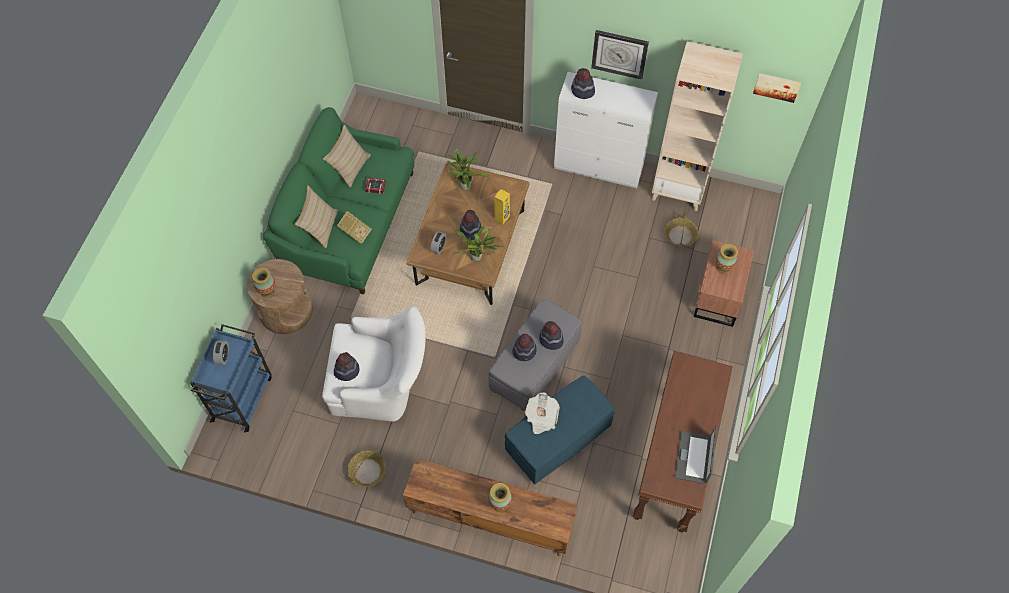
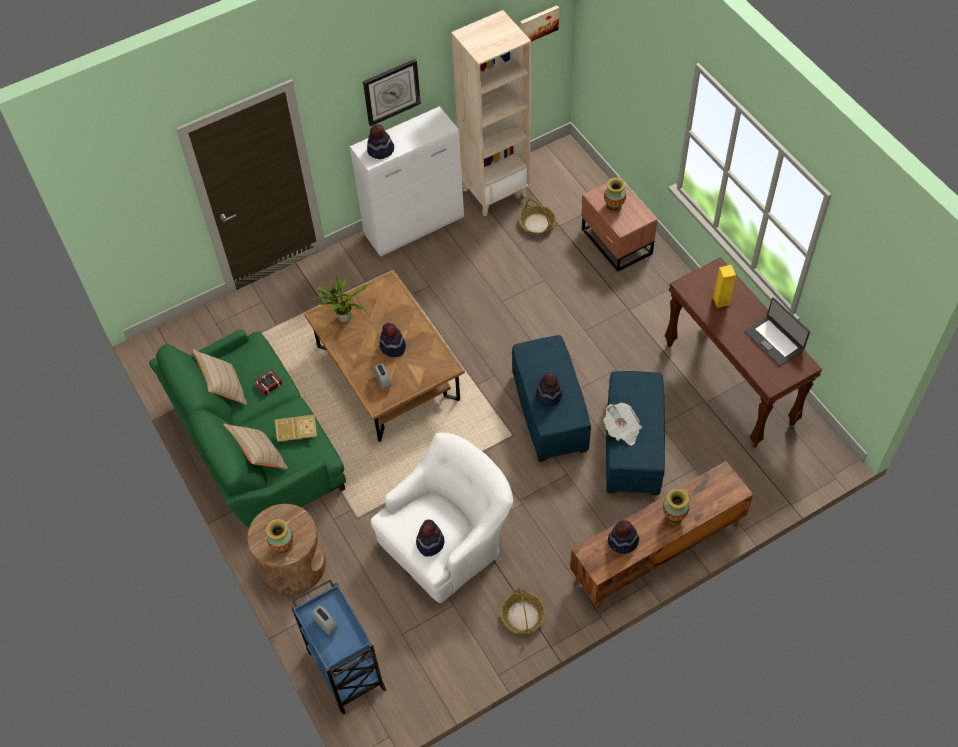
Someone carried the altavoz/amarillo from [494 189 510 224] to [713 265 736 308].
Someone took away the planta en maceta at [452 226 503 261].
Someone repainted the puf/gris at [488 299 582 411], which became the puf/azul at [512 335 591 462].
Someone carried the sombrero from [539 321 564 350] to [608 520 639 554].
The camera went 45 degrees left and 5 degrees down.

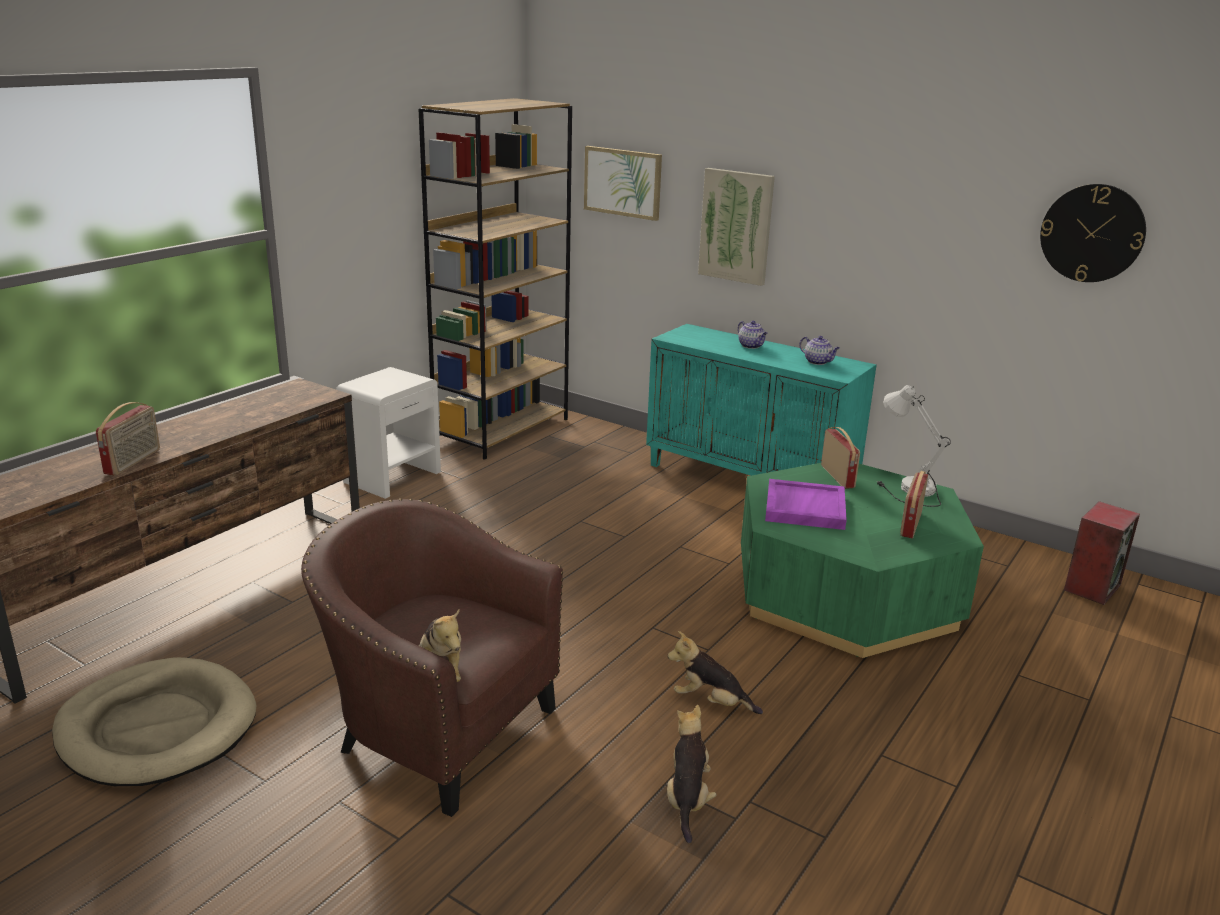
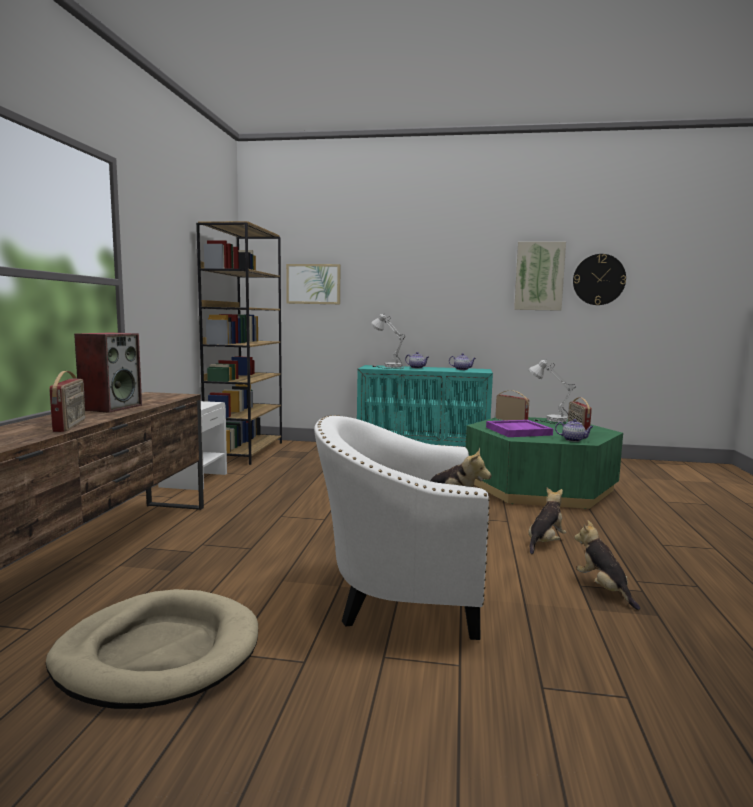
Someone carried the cuadro from [698 168 775 286] to [514 242 566 311].
Someone repainted the sillón/marrón at [301 499 563 817], which became the sillón/blanco at [314 415 490 640].
Someone carried the altavoz from [1064 501 1140 605] to [74 332 142 413].
Someone rotated the peluche at [667 631 763 714] by 135 degrees clockwise.
Someone put down the lámpara de mesa/blanco at [371 313 405 369].
Someone put down the tetera at [555 419 594 442].
The camera went 25 degrees left and 15 degrees down.

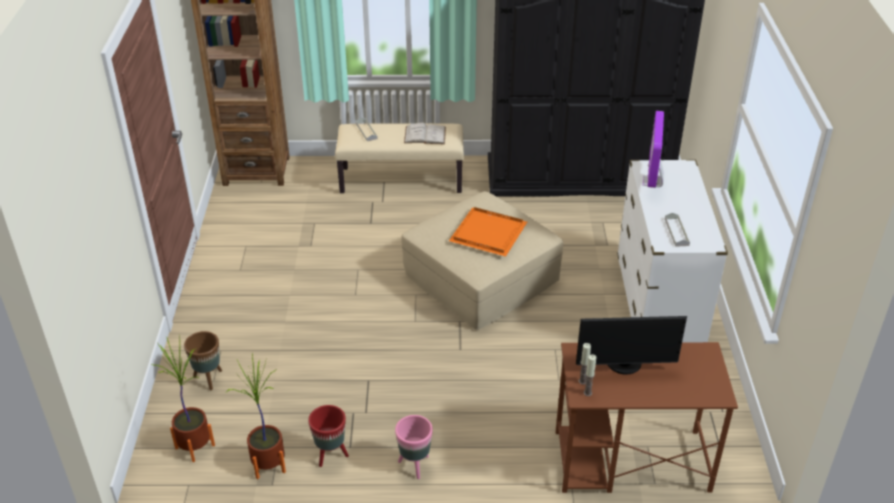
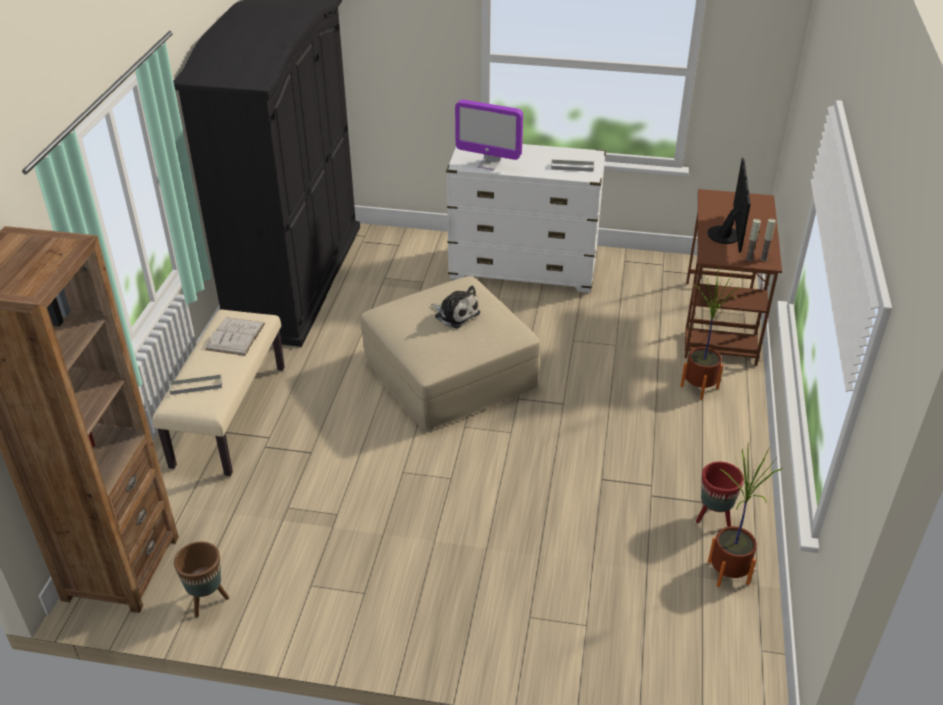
Someone swapped the bandeja/naranja at [449 207 527 257] for the peluche at [431 285 480 329].
Someone carried the maceta/marrón from [184 331 222 390] to [174 541 229 617].
Someone carried the planta en maceta from [152 336 215 462] to [681 267 739 400].
Someone took away the maceta/rosa at [395 415 433 479].
The camera went 80 degrees left and 0 degrees up.

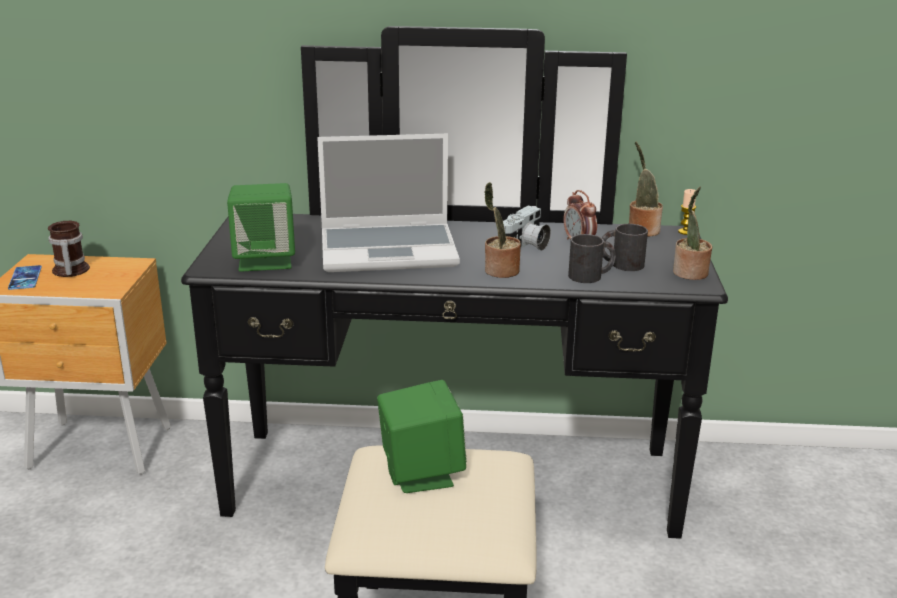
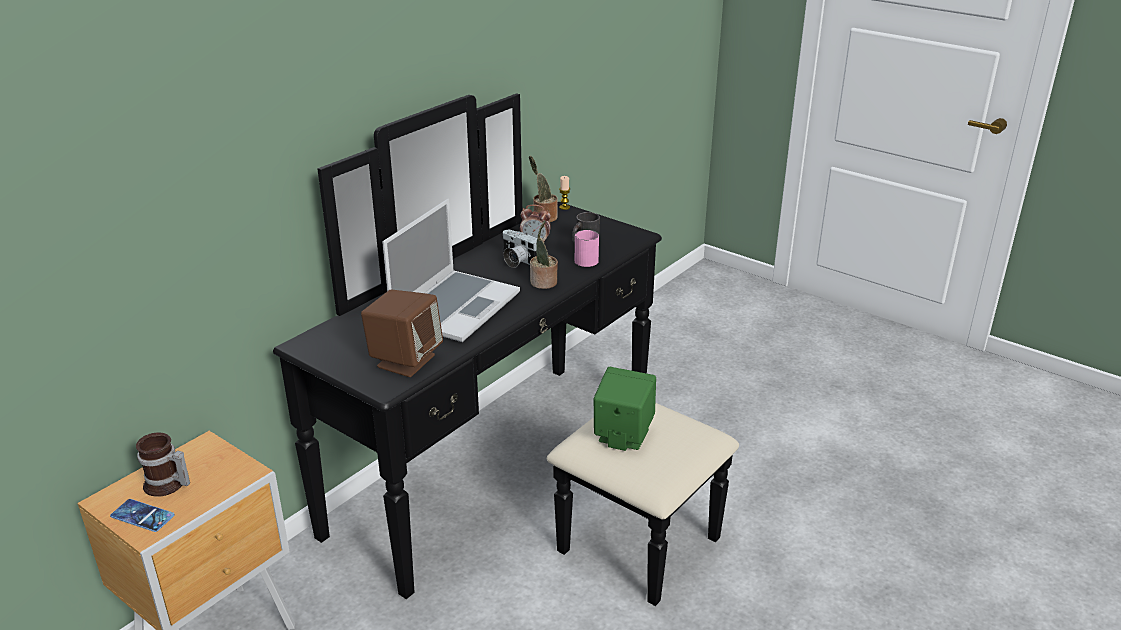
Someone repainted the altavoz/verde at [227 183 295 272], which became the altavoz/marrón at [361 290 443 377].
Someone took away the planta en maceta at [673 186 712 280].
Someone rotated the cámara at [503 206 551 251] by 150 degrees clockwise.
Someone repainted the taza grande/negro at [568 234 616 283], which became the taza grande/rosa at [575 230 599 267].
The camera went 55 degrees left and 5 degrees up.

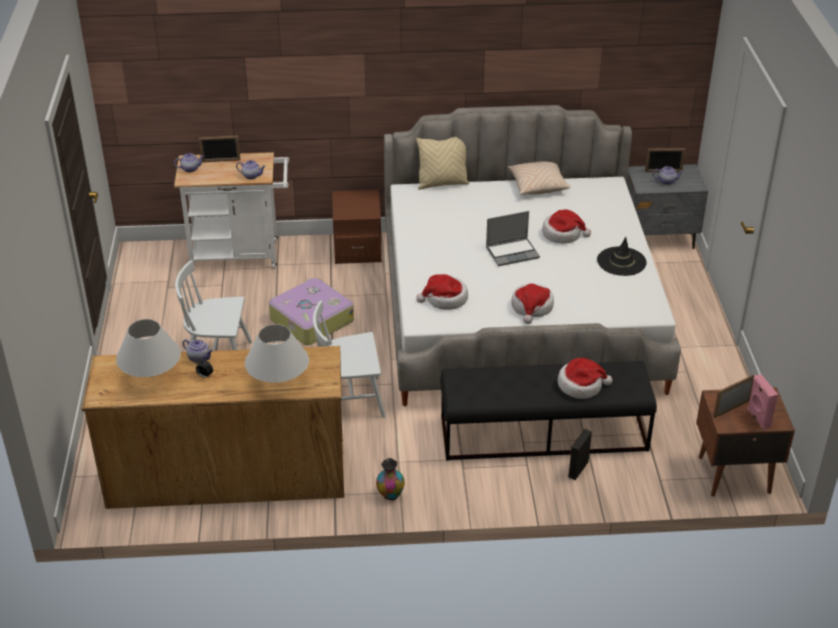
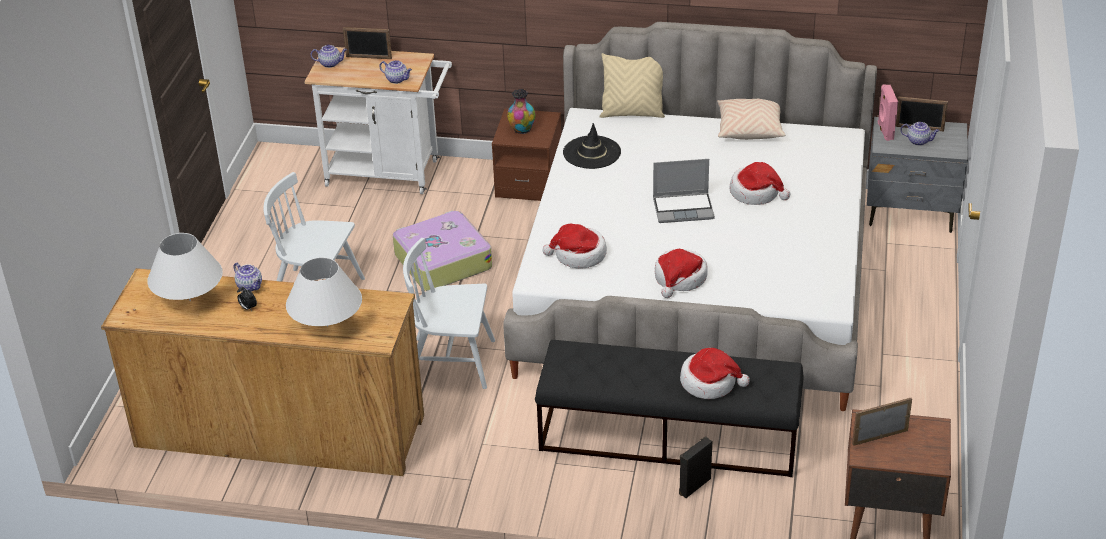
Someone carried the sombrero/negro from [597 237 647 276] to [563 123 621 169].
Someone carried the altavoz/rosa from [747 374 778 430] to [877 84 898 141].
Someone carried the florero from [376 458 405 500] to [507 89 536 134].
The camera went 15 degrees right and 0 degrees up.

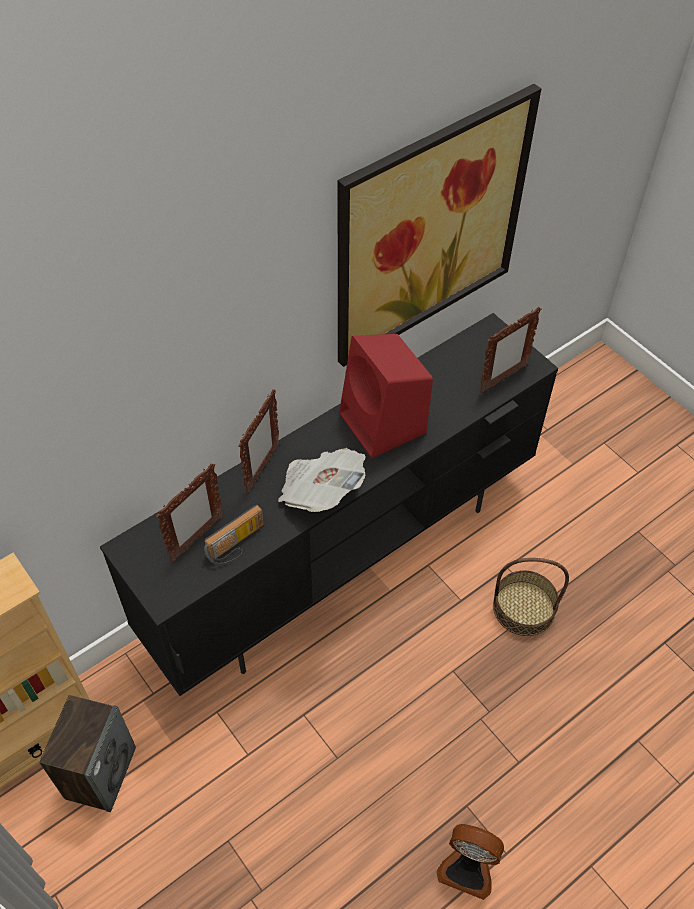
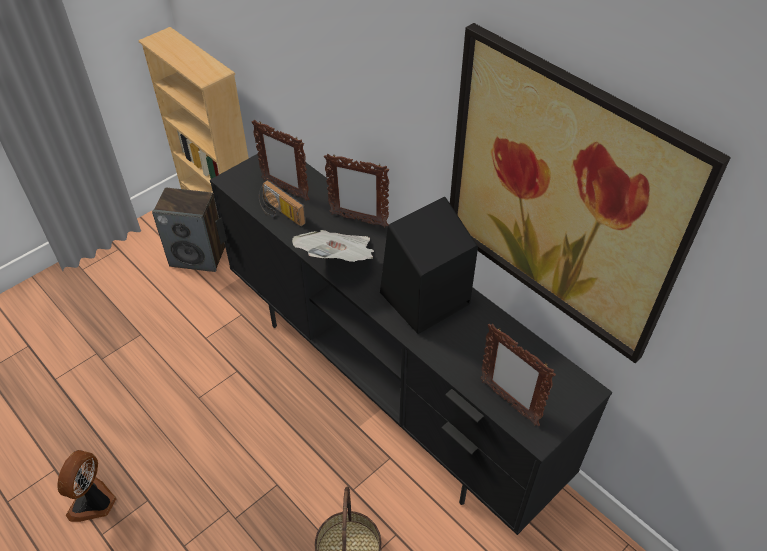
Someone repainted the altavoz/rojo at [339 334 433 458], which became the altavoz/negro at [380 197 478 334].
The camera went 85 degrees right and 5 degrees down.

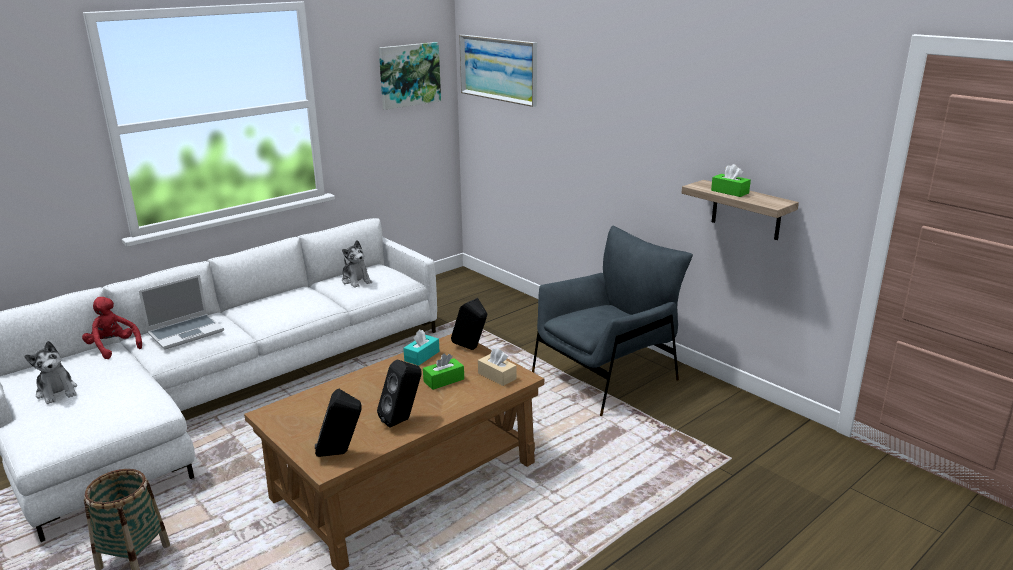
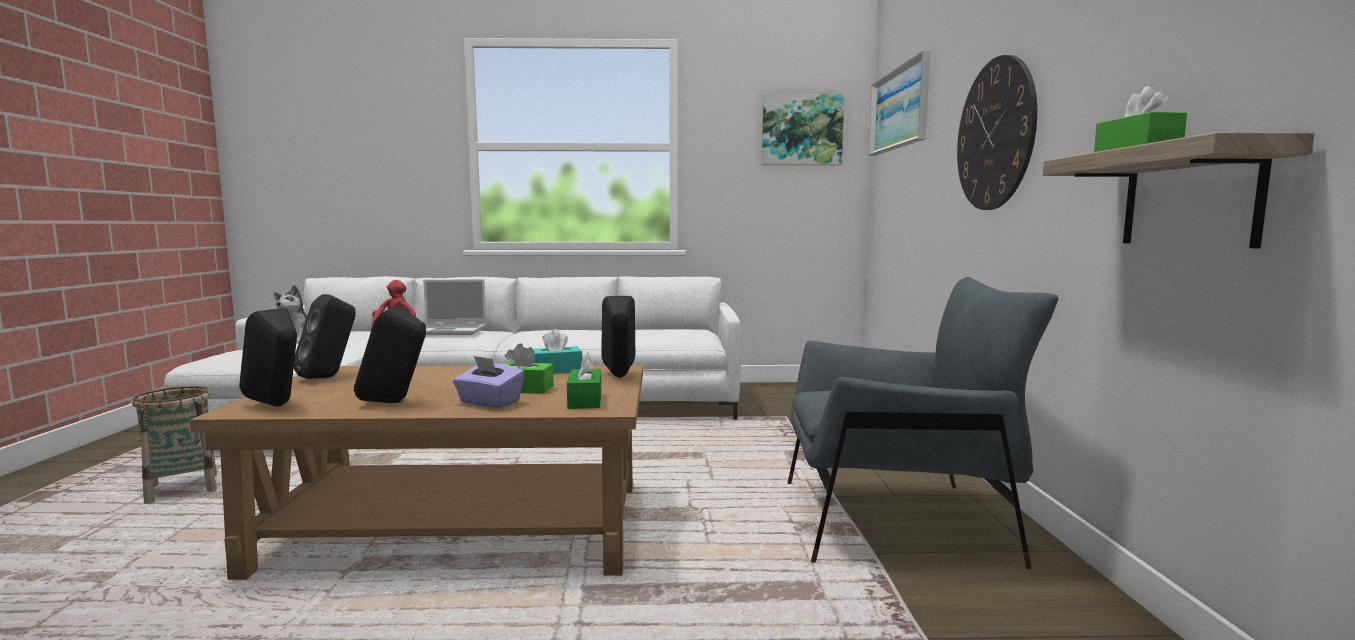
Someone took away the peluche at [342 240 372 288].
Someone repainted the caja de pañuelos/beis at [478 348 517 386], which became the caja de pañuelos/verde at [567 351 601 409].
Someone put up the reloj de pared at [957 55 1037 210].
Someone put down the altavoz/negro at [294 294 356 379].
Someone put down the caja de pañuelos/morado at [453 356 525 408].
The camera went 40 degrees right and 15 degrees down.

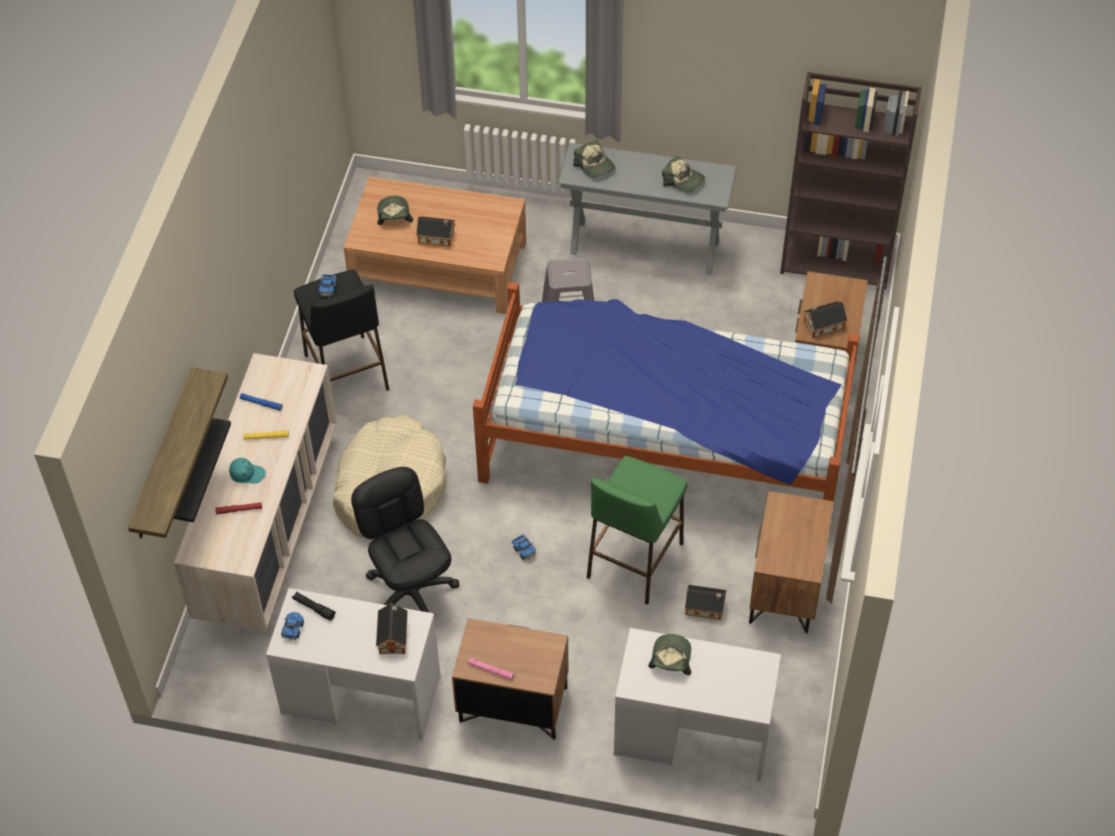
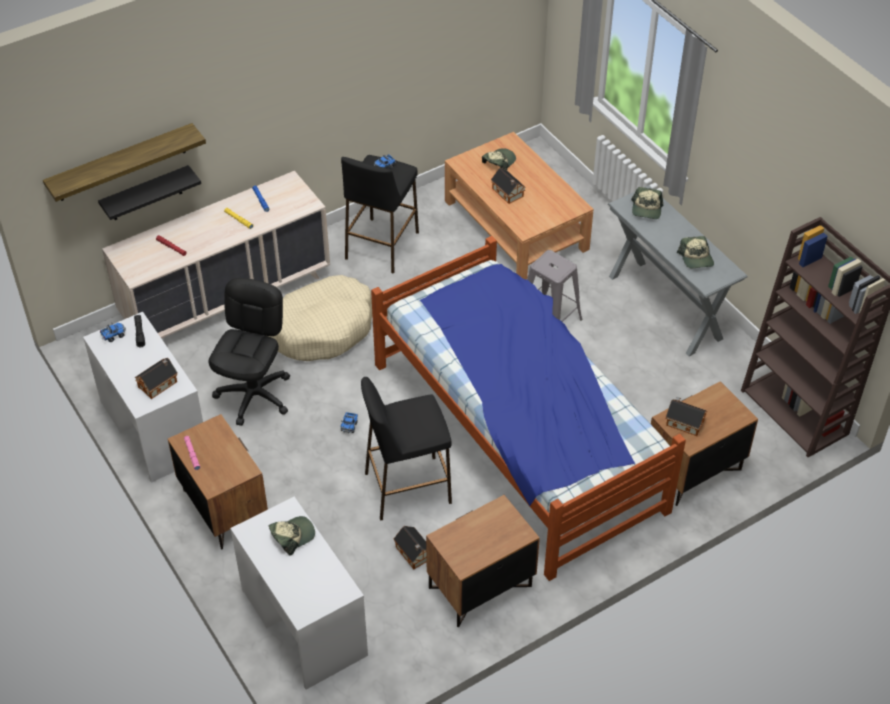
Someone repainted the taburete/verde at [587 456 687 605], which became the taburete/negro at [361 377 452 521].
Someone took away the gorra/turquesa at [229 458 266 483].
The camera went 45 degrees right and 5 degrees down.

